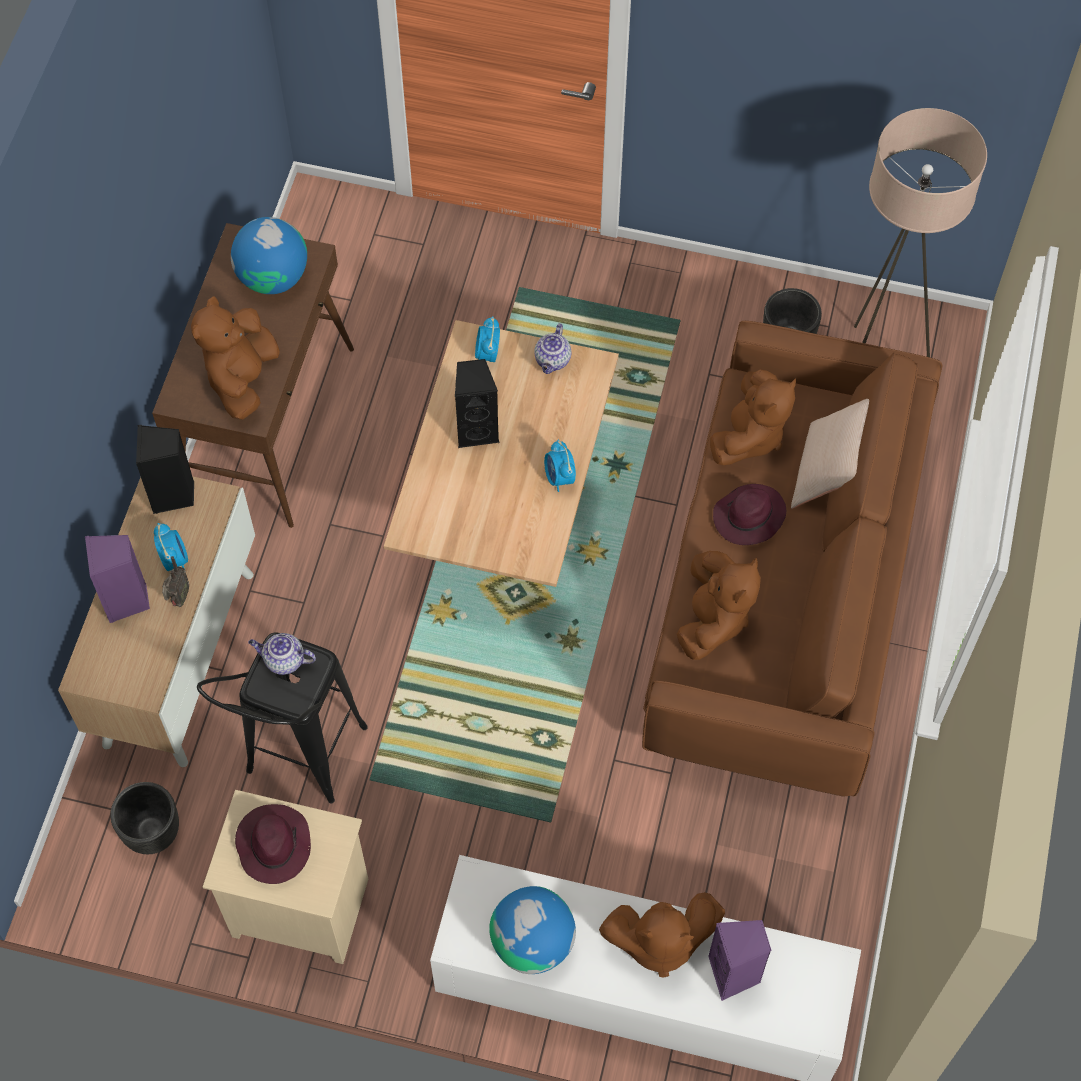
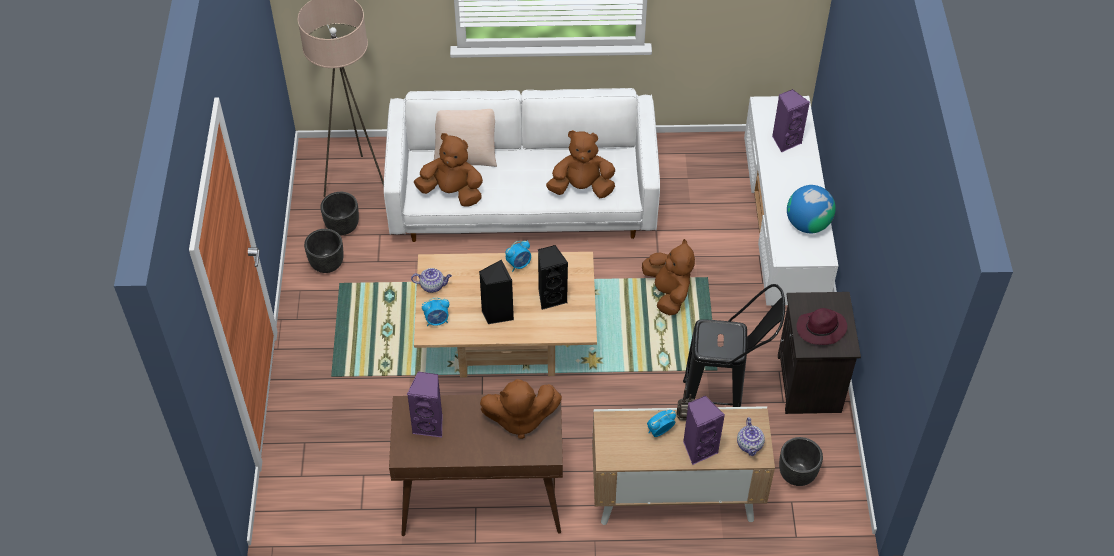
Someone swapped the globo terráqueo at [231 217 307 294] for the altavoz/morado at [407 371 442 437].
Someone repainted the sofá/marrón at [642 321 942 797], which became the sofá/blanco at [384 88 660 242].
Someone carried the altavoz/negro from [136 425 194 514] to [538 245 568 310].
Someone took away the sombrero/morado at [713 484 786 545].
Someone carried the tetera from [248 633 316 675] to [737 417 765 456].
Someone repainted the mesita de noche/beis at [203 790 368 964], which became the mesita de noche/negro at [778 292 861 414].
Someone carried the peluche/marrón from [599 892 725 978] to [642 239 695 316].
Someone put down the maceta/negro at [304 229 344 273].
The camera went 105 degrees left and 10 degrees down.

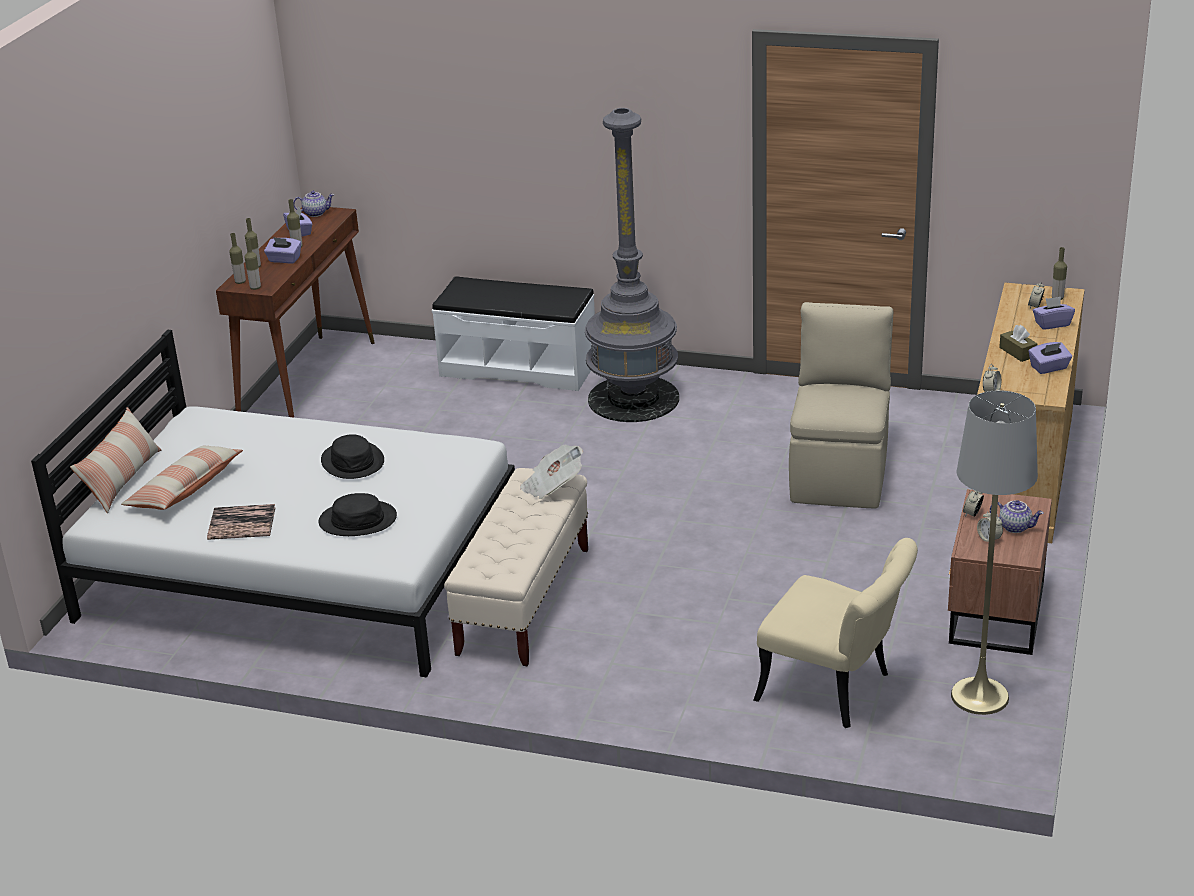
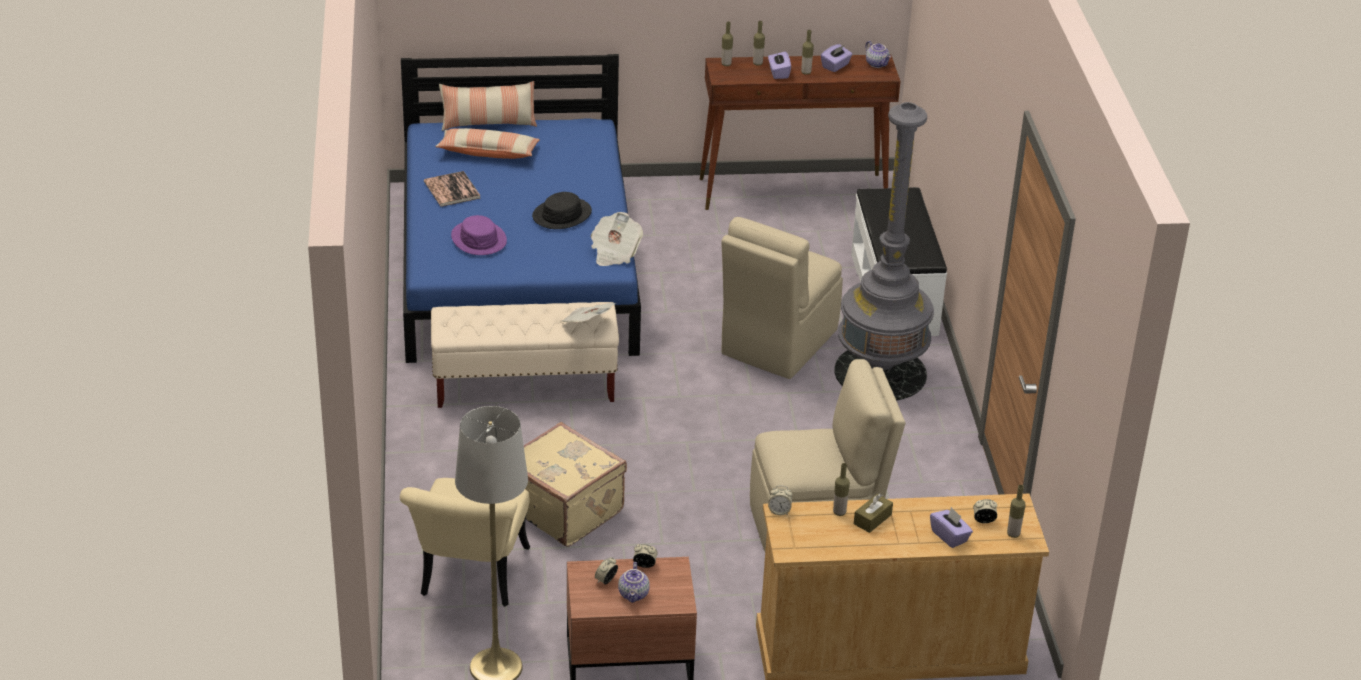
Someone carried the botella from [244 238 261 290] to [833 463 850 516].
Someone repainted the cama/blanco at [31 330 515 678], which became the cama/azul at [401 54 641 363].
Someone took away the caja de pañuelos/morado at [1029 342 1072 374].
Someone repainted the sombrero/negro at [319 493 397 536], which became the sombrero/morado at [451 215 507 255].
Someone put down the periódico at [591 212 643 266].
Someone put down the silla/beis at [721 217 843 379].
Someone put down the maleta/beis at [524 422 627 547].
The camera went 65 degrees right and 5 degrees up.

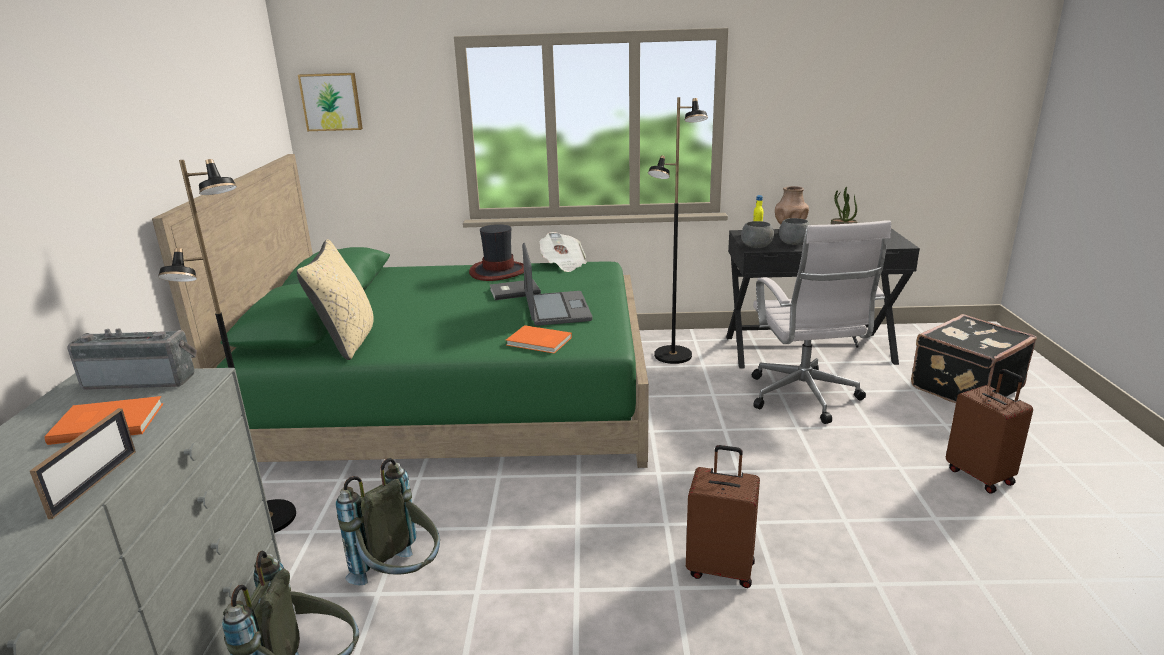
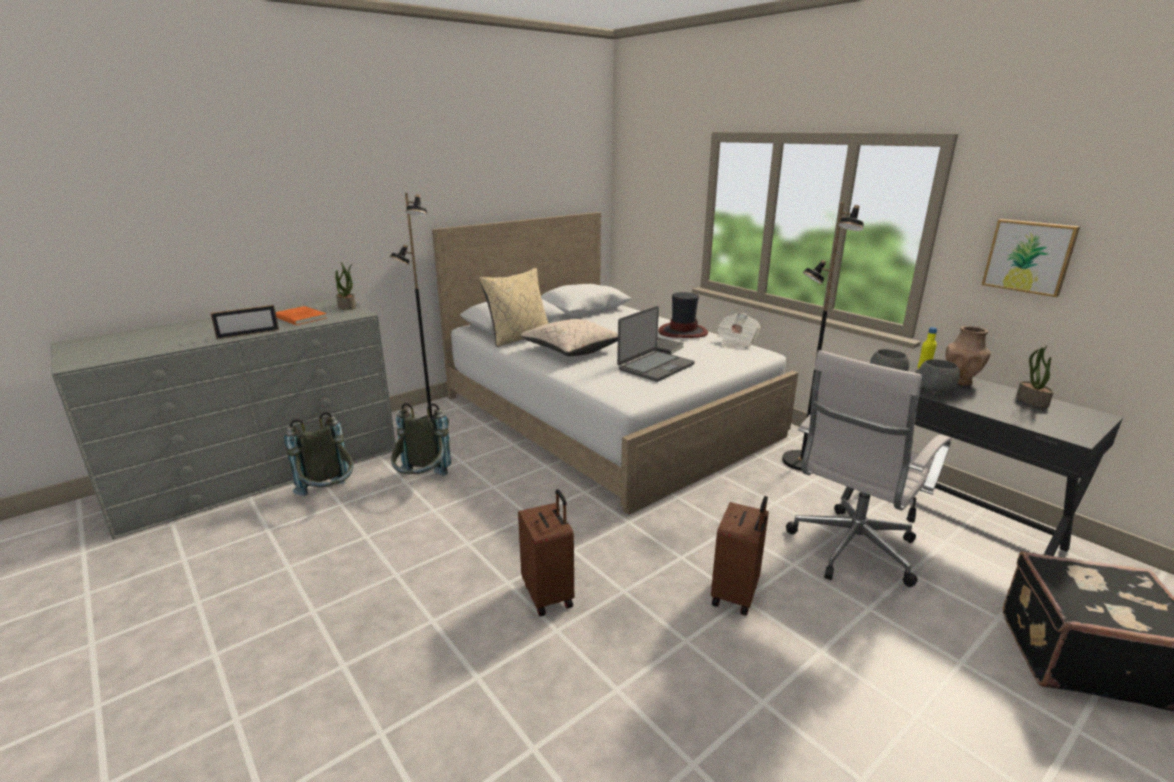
Someone carried the cuadro from [298 73 363 131] to [982 219 1080 297].
Someone repainted the cama/verde at [152 154 649 468], which became the cama/blanco at [432 212 798 515].
Someone took away the libro/naranja at [506 325 572 353].
Someone swapped the radio at [67 328 197 390] for the planta en maceta at [335 262 356 310].
Someone carried the maleta/marrón from [946 369 1033 493] to [711 496 769 615].
Someone put down the cojín/beis at [520 319 618 356].
The camera went 50 degrees right and 0 degrees up.

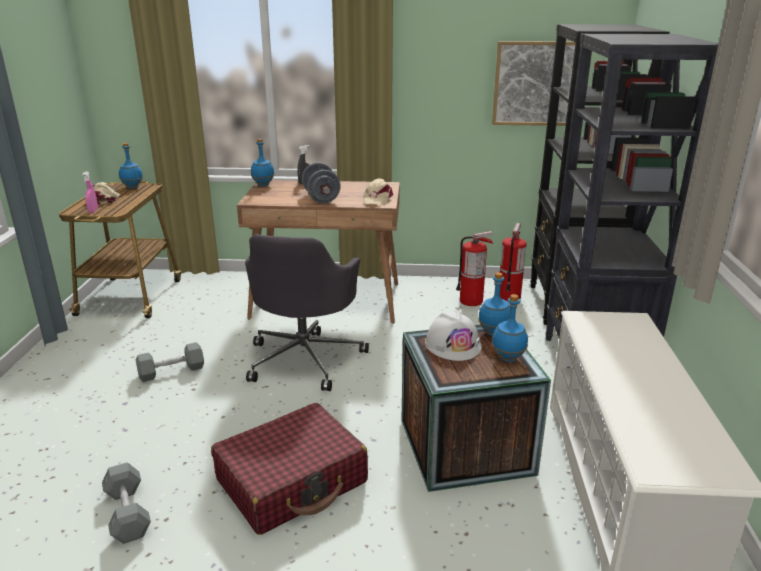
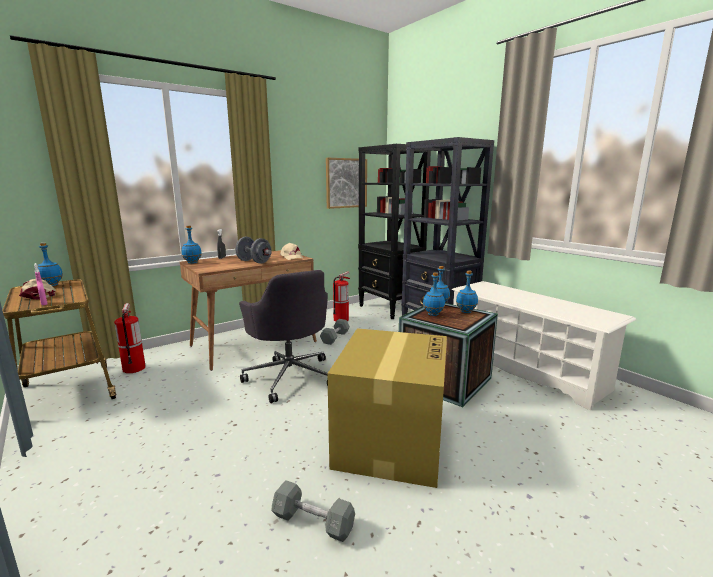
Someone carried the extintor from [500 223 526 301] to [114 303 146 373].
Someone swapped the casco/blanco at [425 311 482 361] for the botella/azul at [423 272 445 316].
Someone carried the mancuerna/gris from [136 342 204 382] to [320 319 350 345].
Someone swapped the maleta/rojo at [211 403 368 535] for the caja de cartón at [327 328 447 488].
The camera went 40 degrees left and 10 degrees down.

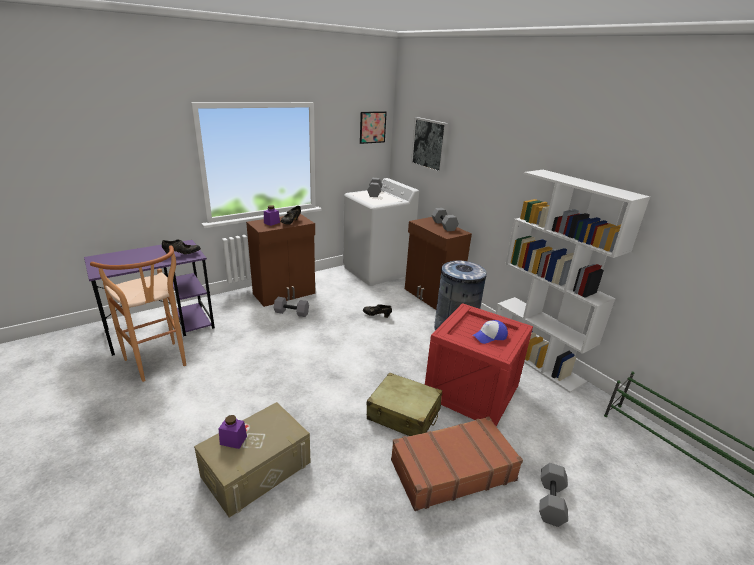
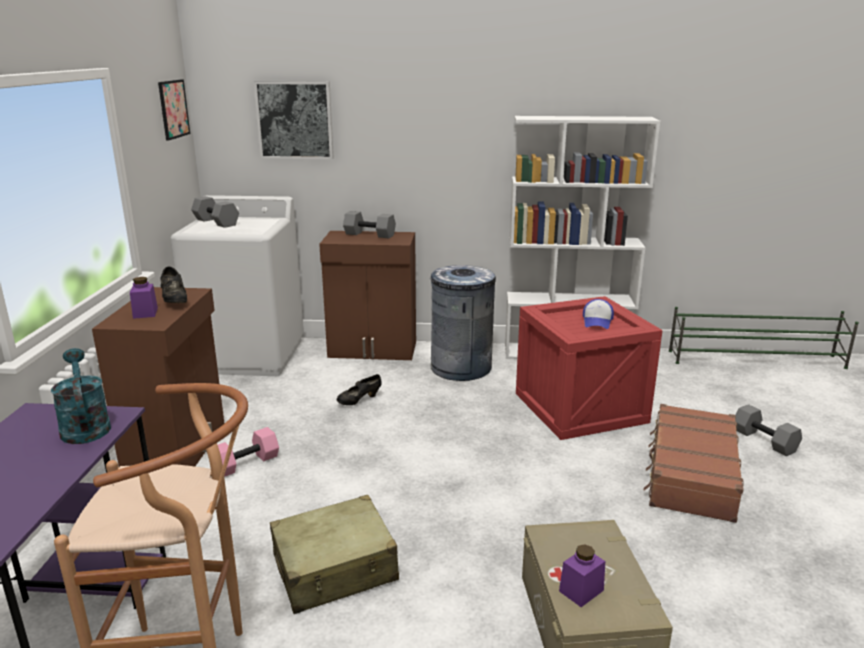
Someone swapped the zapato/negro at [162 239 201 255] for the regadera/turquesa at [51 348 111 444].
Someone repainted the mancuerna/gris at [274 297 309 317], which became the mancuerna/rosa at [218 427 279 477].
Someone carried the maleta/beis from [367 372 442 436] to [270 495 399 614].
The camera went 50 degrees left and 5 degrees down.

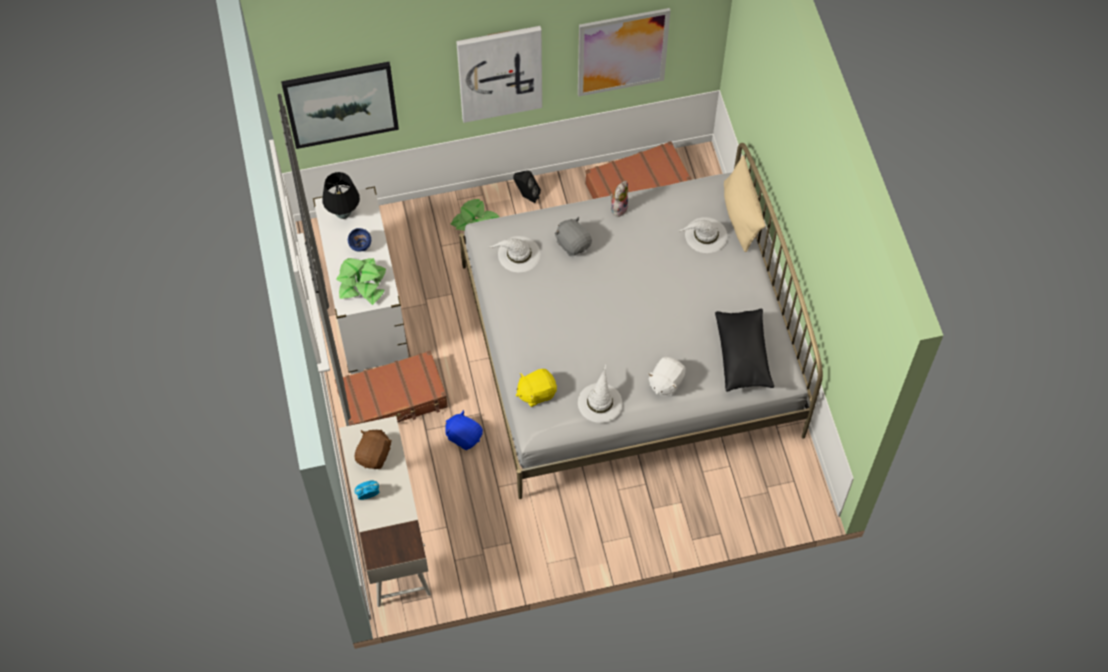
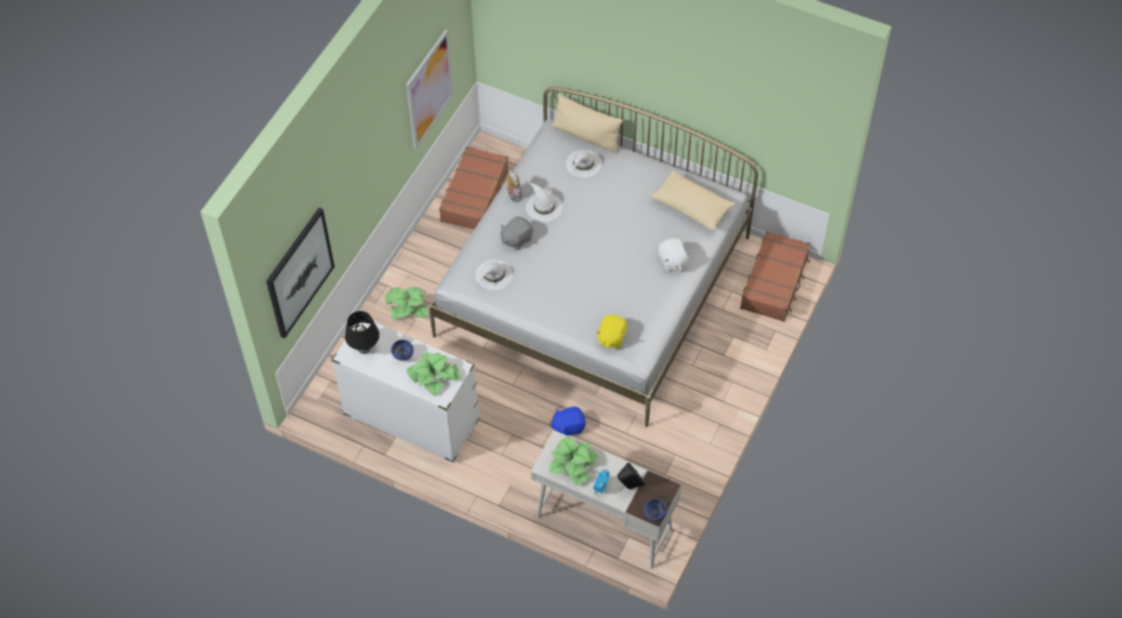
Someone took away the cuadro at [456 26 542 123].
Someone carried the altavoz/negro from [513 170 541 203] to [617 463 645 489].
Someone rotated the peluche/gris at [554 217 592 256] by 45 degrees counterclockwise.
Someone repainted the cojín/negro at [715 309 774 392], which became the cojín/beis at [650 170 735 231].
Someone carried the maleta/marrón from [335 351 448 426] to [740 231 810 322].
Someone carried the sombrero/blanco from [578 365 622 423] to [526 181 563 222].
Someone swapped the peluche/marrón at [355 429 392 469] for the planta en maceta at [549 437 599 486].
Someone put down the cuenco/azul at [644 499 667 521].
The camera went 50 degrees left and 5 degrees down.

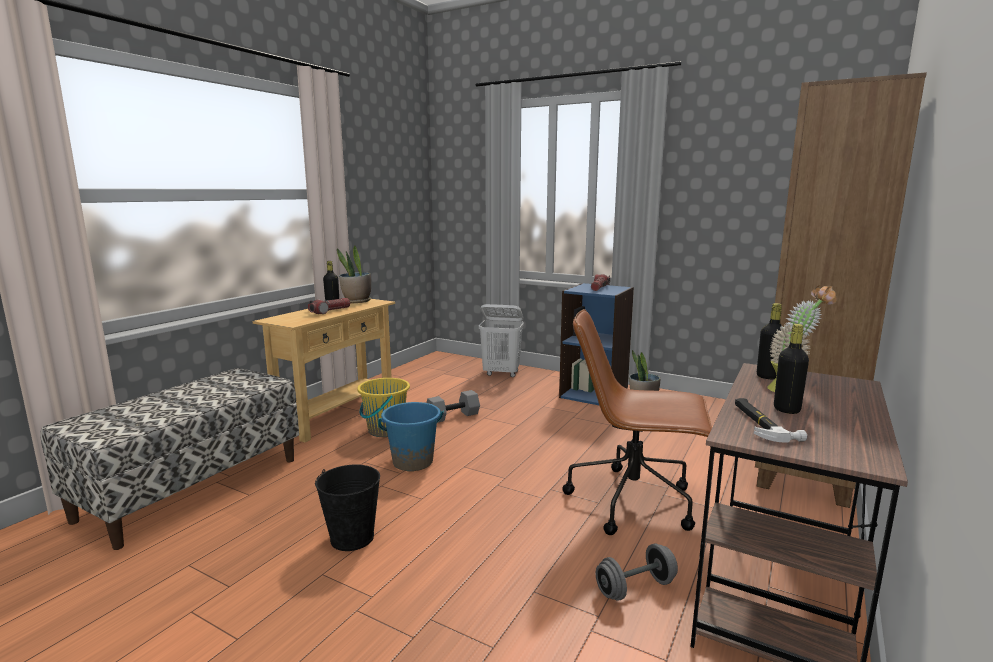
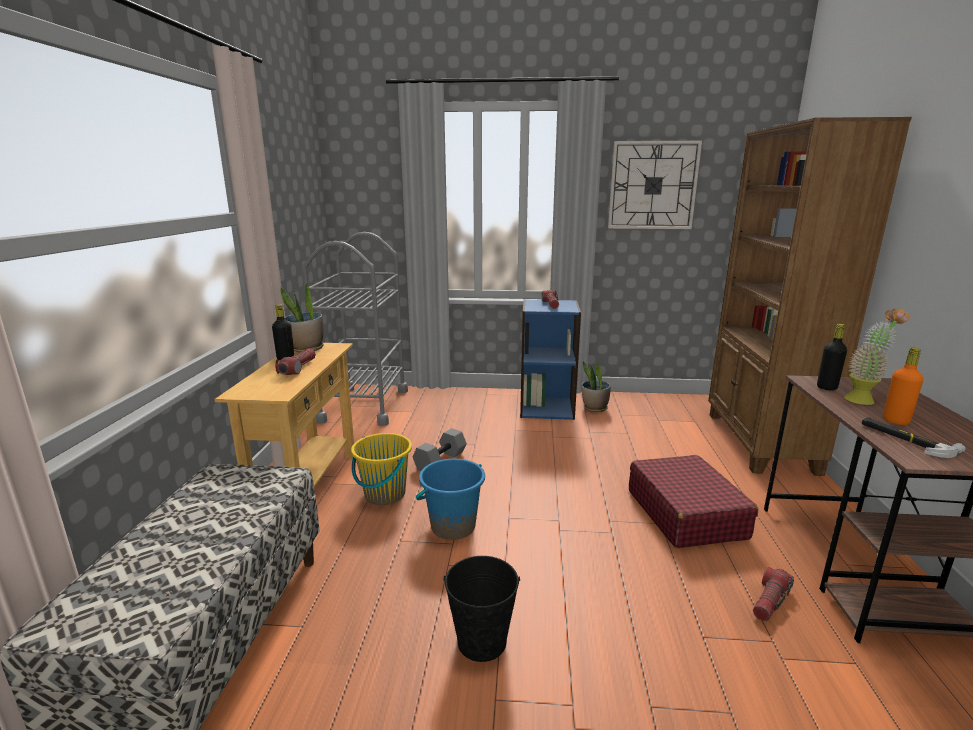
Someone took away the cesto de la ropa/blanco at [479 304 524 377].
Someone swapped the silla de oficina/marrón at [562 309 712 535] for the maleta/rojo at [629 455 758 548].
Someone repainted the botella/negro at [774 324 809 414], which became the botella/naranja at [883 348 923 425].
Someone swapped the mancuerna/gris at [596 544 678 601] for the linterna at [753 567 794 621].
Someone put up the reloj de pared at [608 141 702 229].
Someone put down the carrito/gris at [302 232 408 426].
The camera went 25 degrees left and 5 degrees up.

